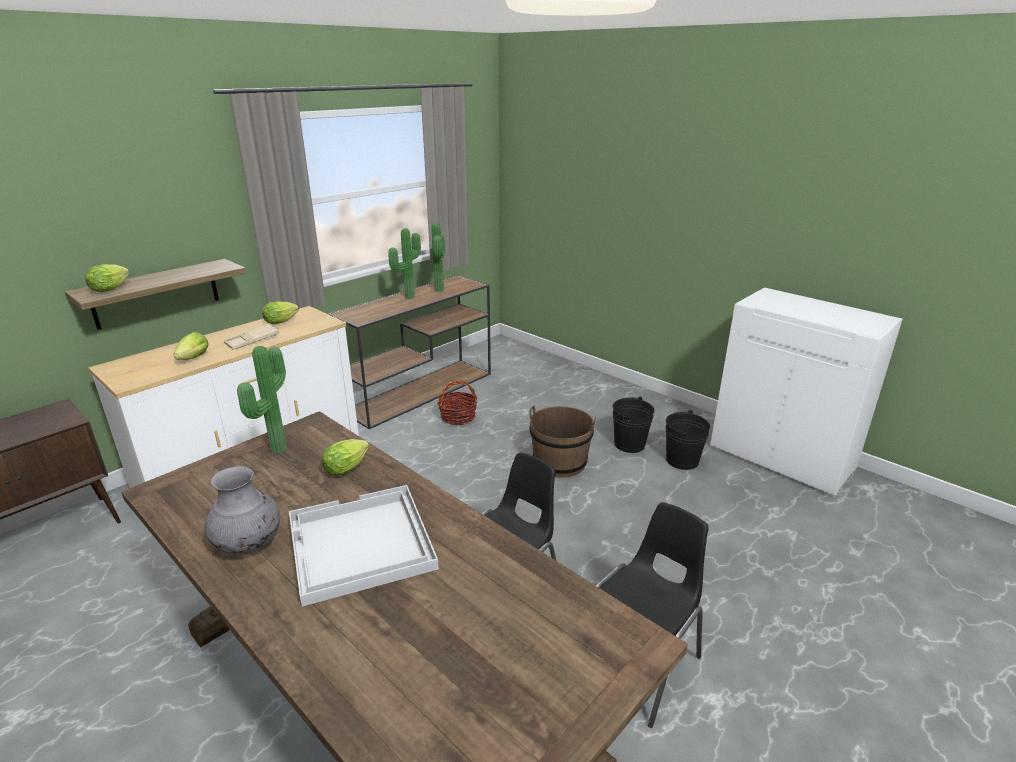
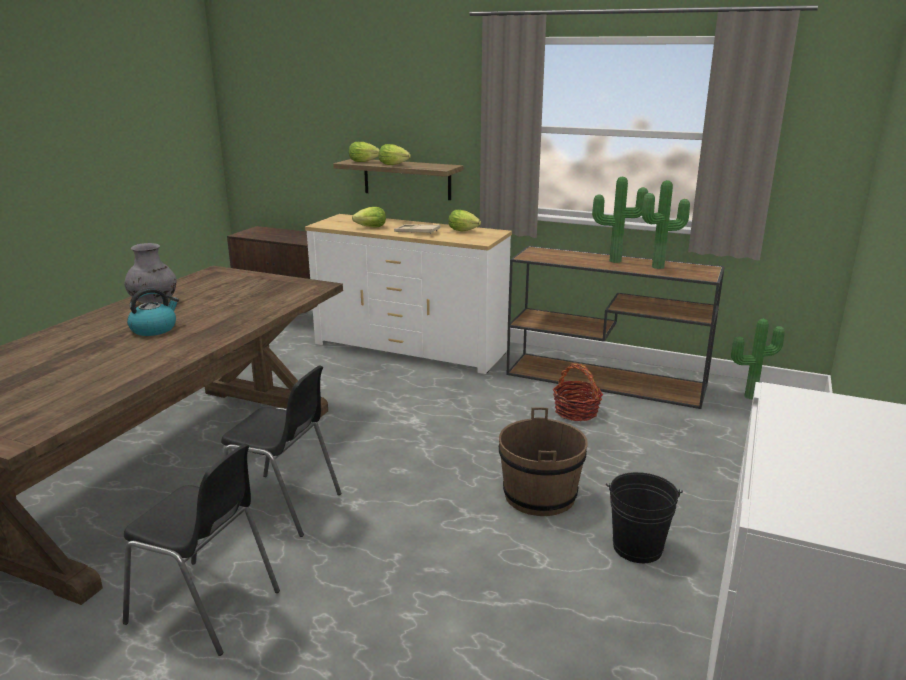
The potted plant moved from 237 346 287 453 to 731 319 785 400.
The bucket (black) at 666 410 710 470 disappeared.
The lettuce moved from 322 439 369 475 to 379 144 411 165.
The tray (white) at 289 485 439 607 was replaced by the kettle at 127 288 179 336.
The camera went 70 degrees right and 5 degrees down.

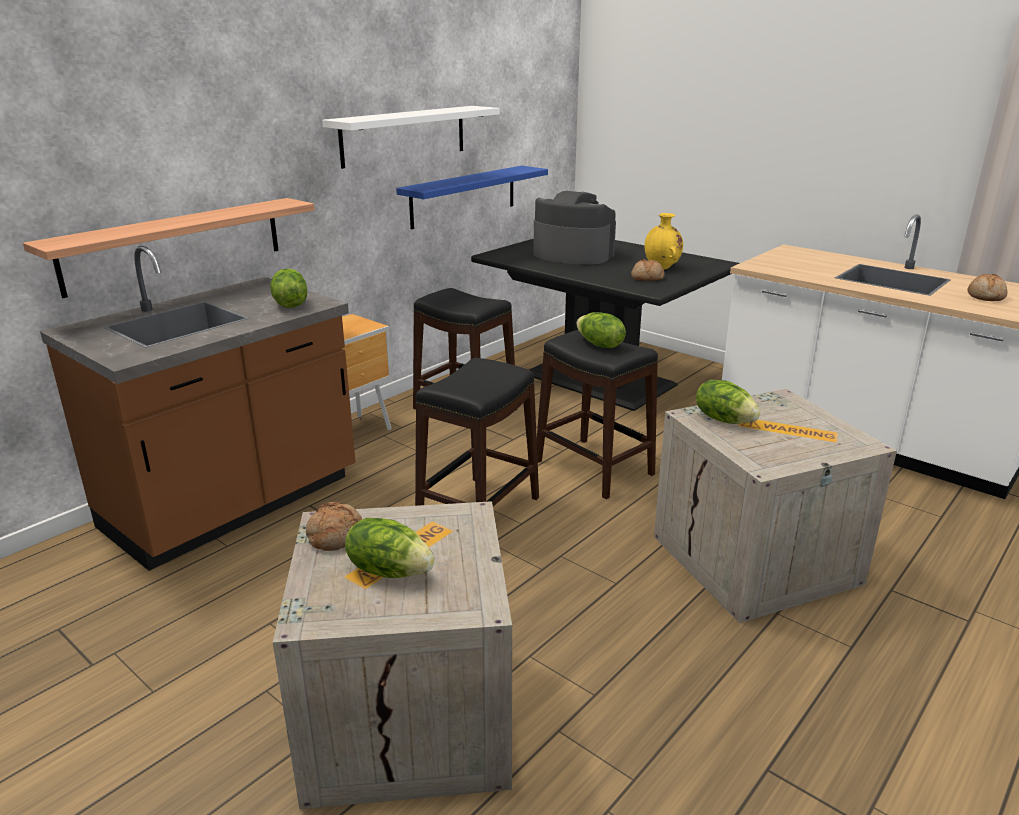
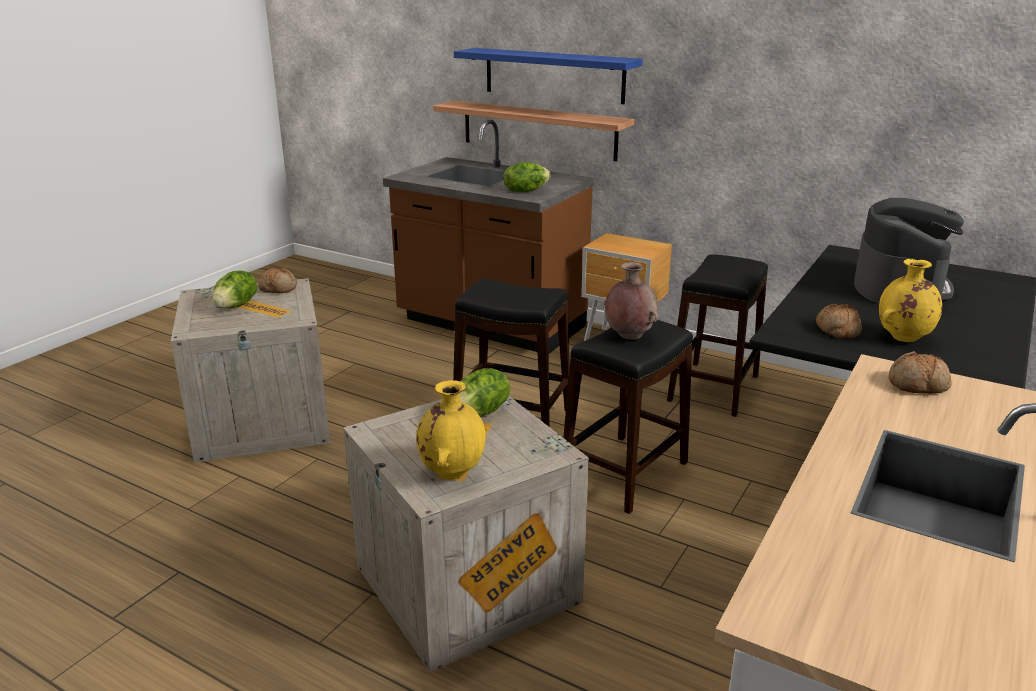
The shelf (white) at 322 106 500 169 disappeared.
The shelf (blue) moved from 396 166 548 229 to 454 48 643 104.
The bread moved from 967 274 1008 301 to 889 351 952 394.
The lettuce at 576 312 626 348 was replaced by the vase (brown) at 604 262 658 340.
The vase (yellow) at 416 380 486 480 appeared.
The camera went 80 degrees right and 0 degrees up.

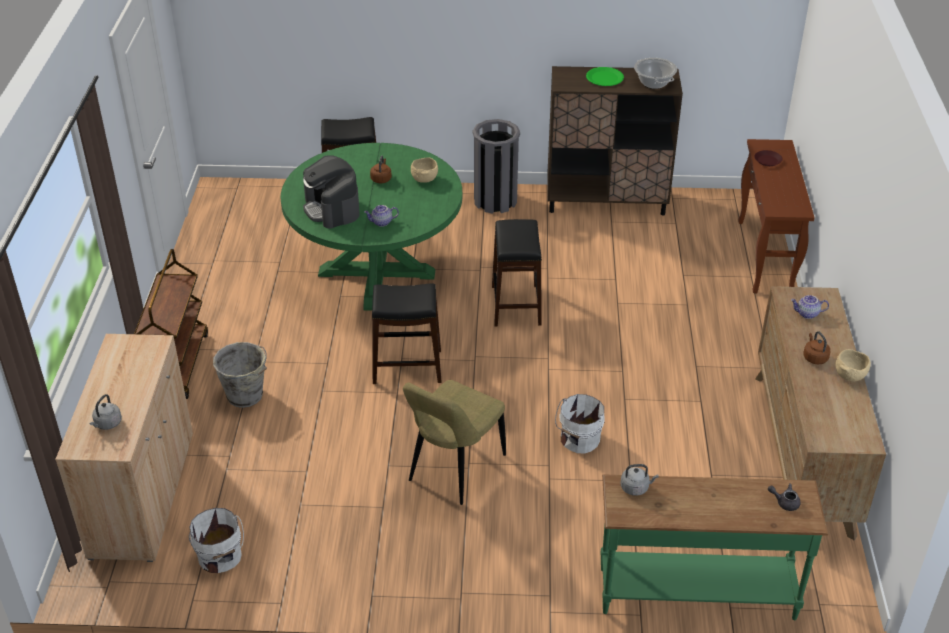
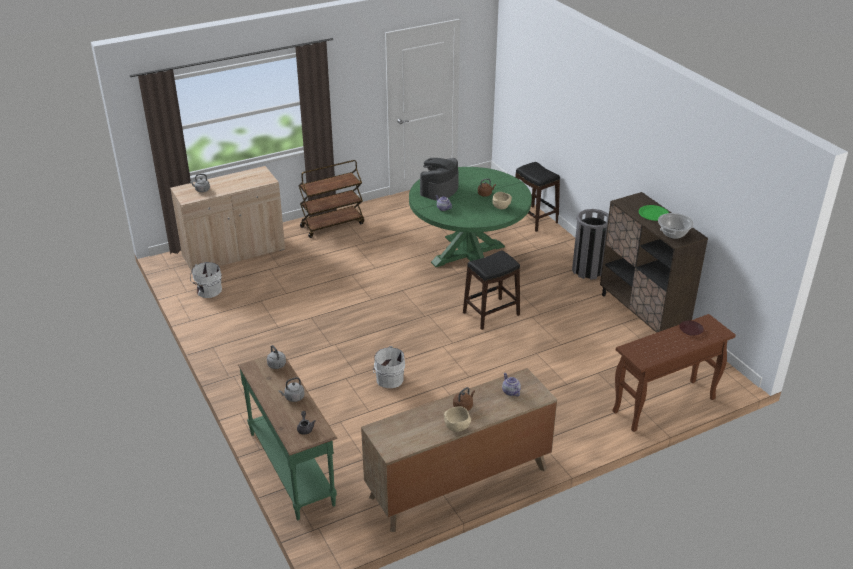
The stool (black) at 372 283 442 384 disappeared.
The bucket (grey) at 213 342 267 408 disappeared.
The chair (beige) at 403 380 506 505 disappeared.
The kettle (grey) at 278 377 305 402 appeared.
The camera went 60 degrees right and 5 degrees down.

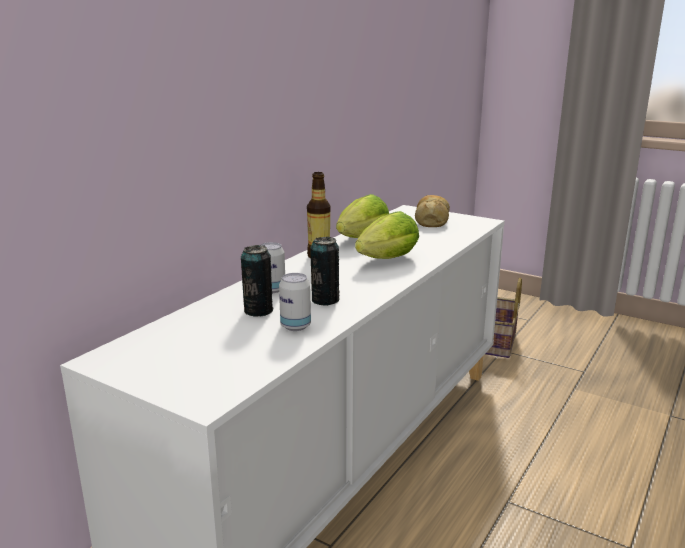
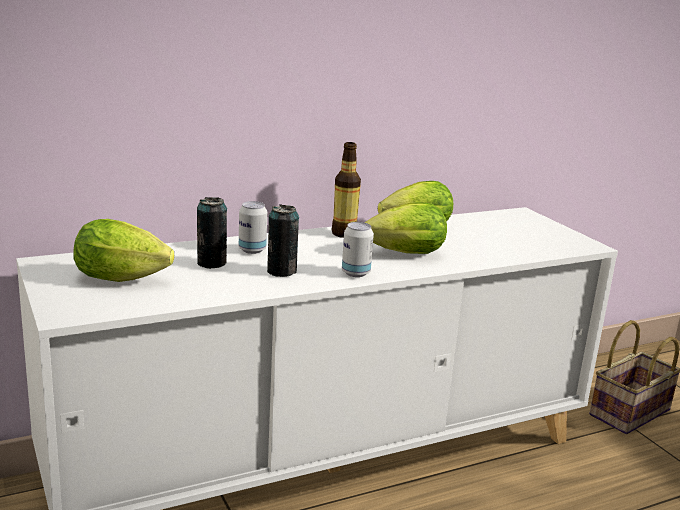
The bread at 415 195 450 227 disappeared.
The can moved from 279 273 311 331 to 342 222 374 277.
The lettuce at 73 219 174 282 appeared.
The camera went 30 degrees right and 0 degrees up.

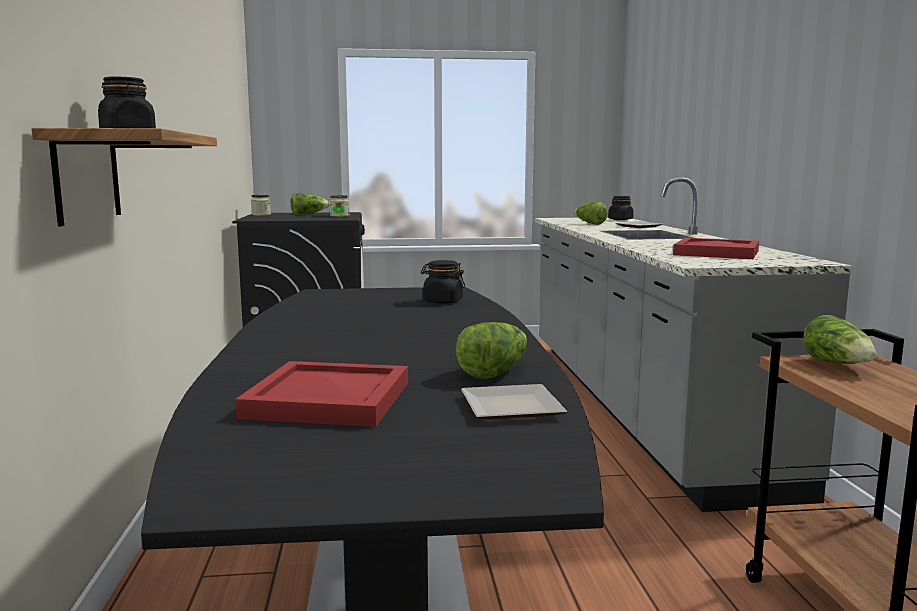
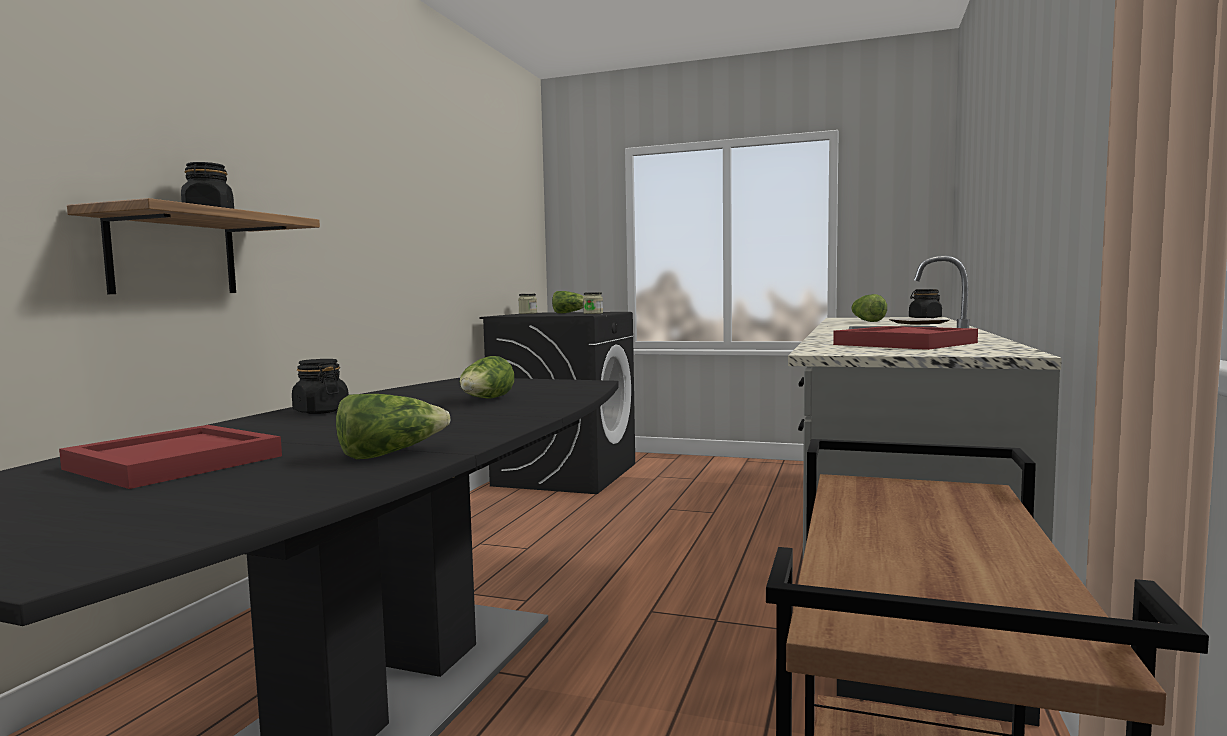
The jar (black) moved from 421 260 465 304 to 292 359 349 414.
The lettuce moved from 803 315 877 364 to 460 356 514 399.
The plate at 461 384 567 420 disappeared.
The camera went 25 degrees right and 5 degrees down.

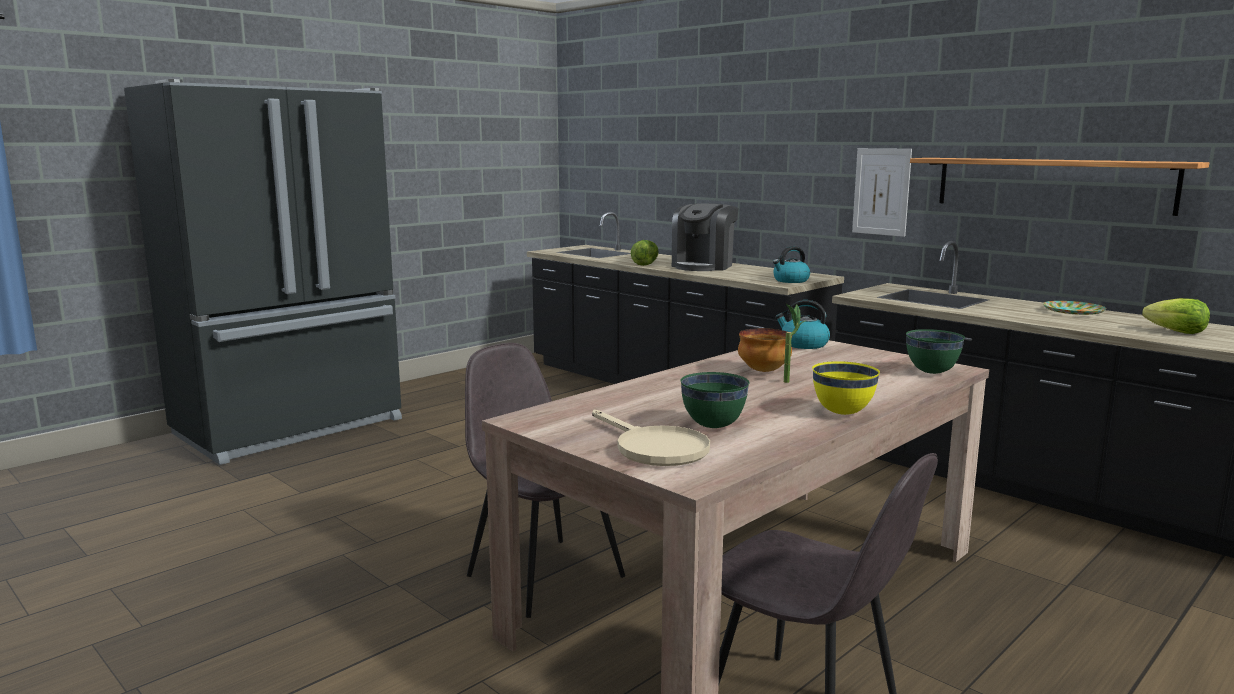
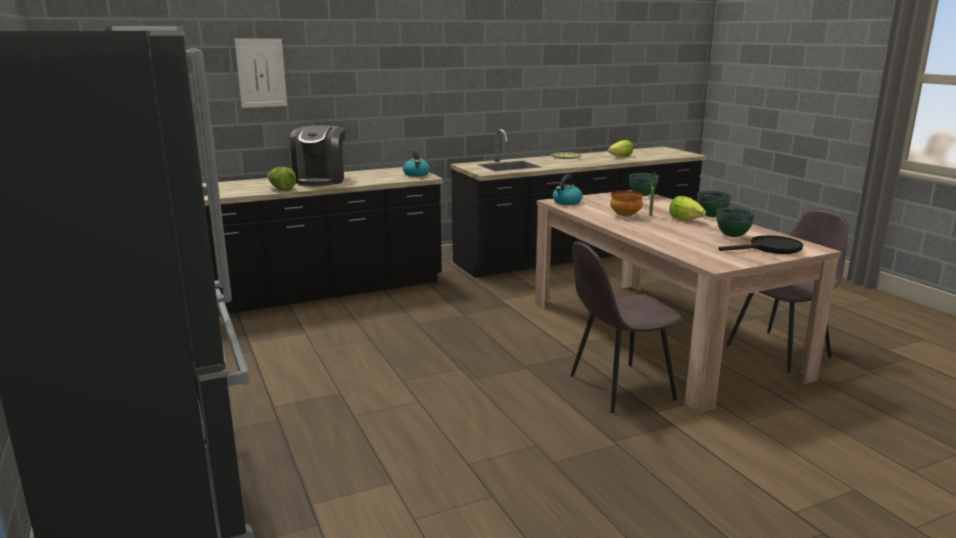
The picture moved from 852 148 912 237 to 235 39 287 108.
The shelf at 910 158 1209 216 disappeared.
The coffee machine at 672 203 739 271 turned 45 degrees clockwise.
The bowl (yellow) at 812 361 880 415 became the bowl (green) at 697 191 732 217.
The frying pan (beige) at 592 410 710 466 became the frying pan (black) at 718 235 803 254.
The lettuce at 669 196 706 220 appeared.
The camera went 70 degrees left and 5 degrees up.

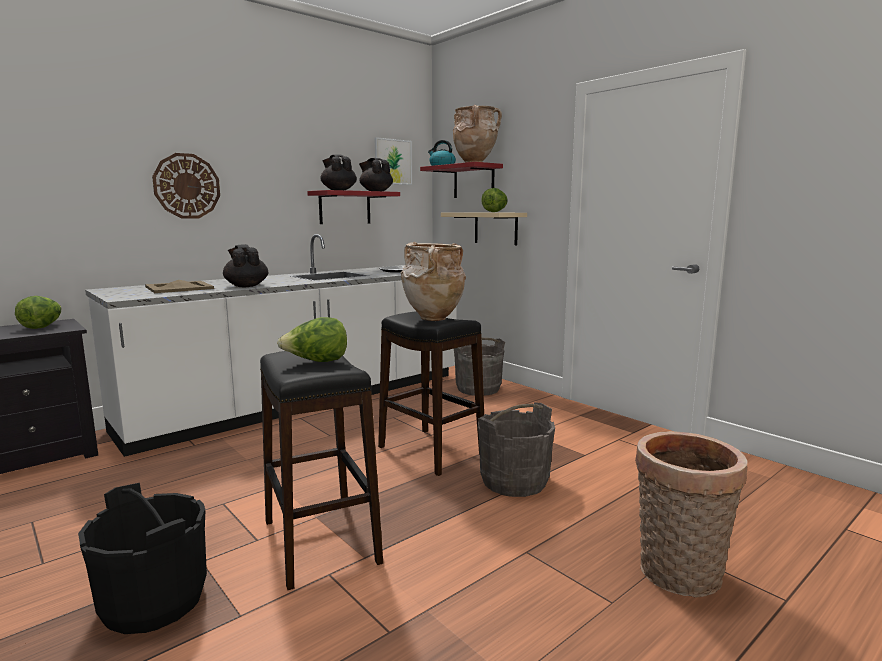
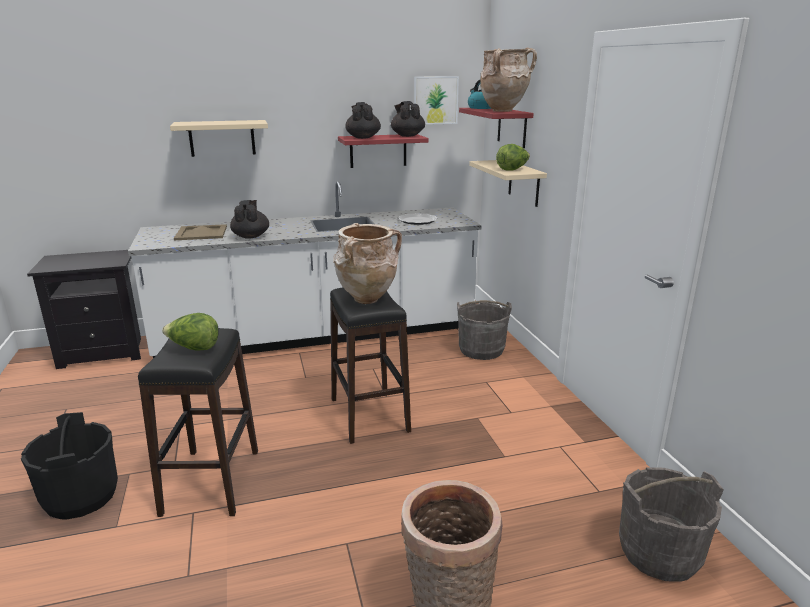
The wall clock at 152 153 220 219 was replaced by the shelf (beige) at 170 120 268 157.
The lettuce at 15 296 61 329 disappeared.
The bucket (grey) moved from 478 403 555 497 to 619 467 724 582.
The camera went 25 degrees right and 10 degrees up.

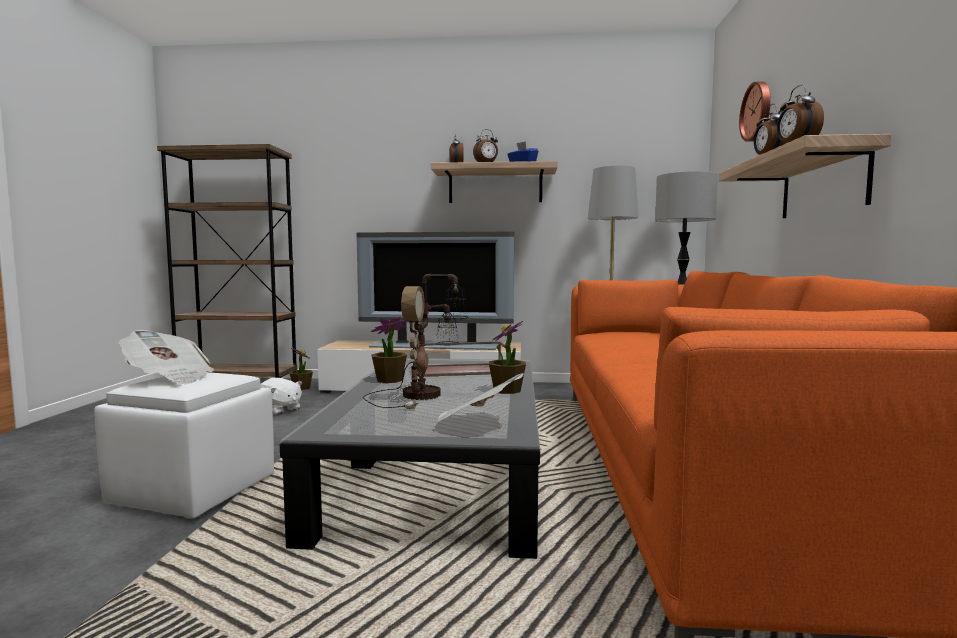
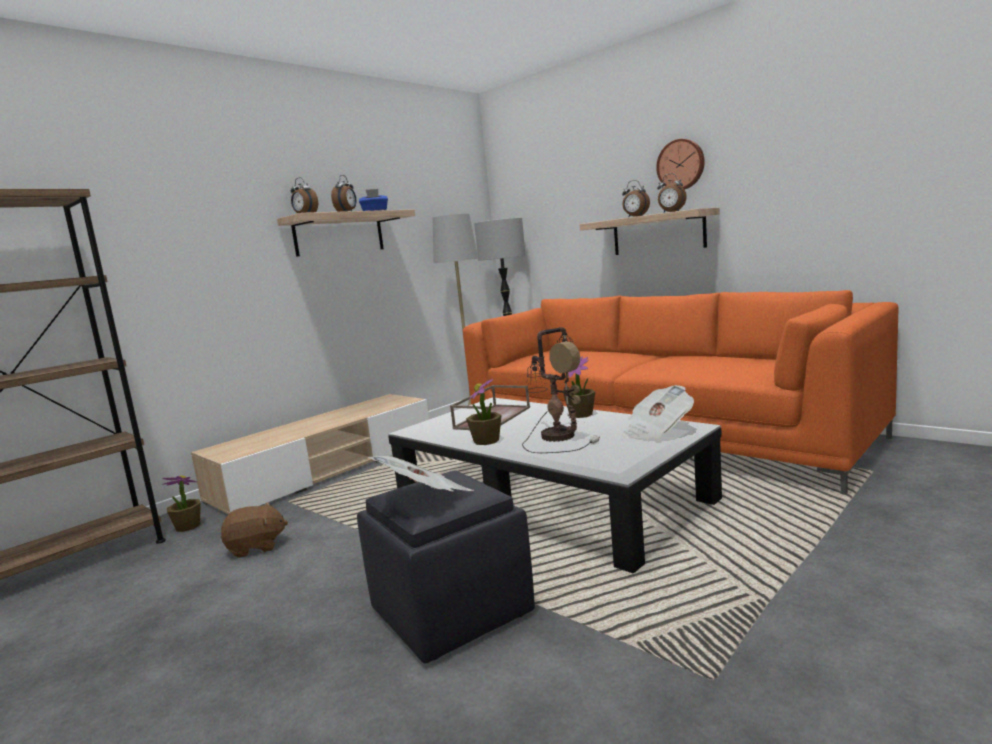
The wall clock moved from 739 81 771 142 to 656 139 705 189.
The television at 356 232 514 350 disappeared.
The ottoman (white) at 94 372 274 519 became the ottoman (black) at 357 470 535 664.
The plush toy (white) at 261 378 302 415 became the plush toy (brown) at 221 502 288 558.
The camera went 50 degrees left and 5 degrees up.

